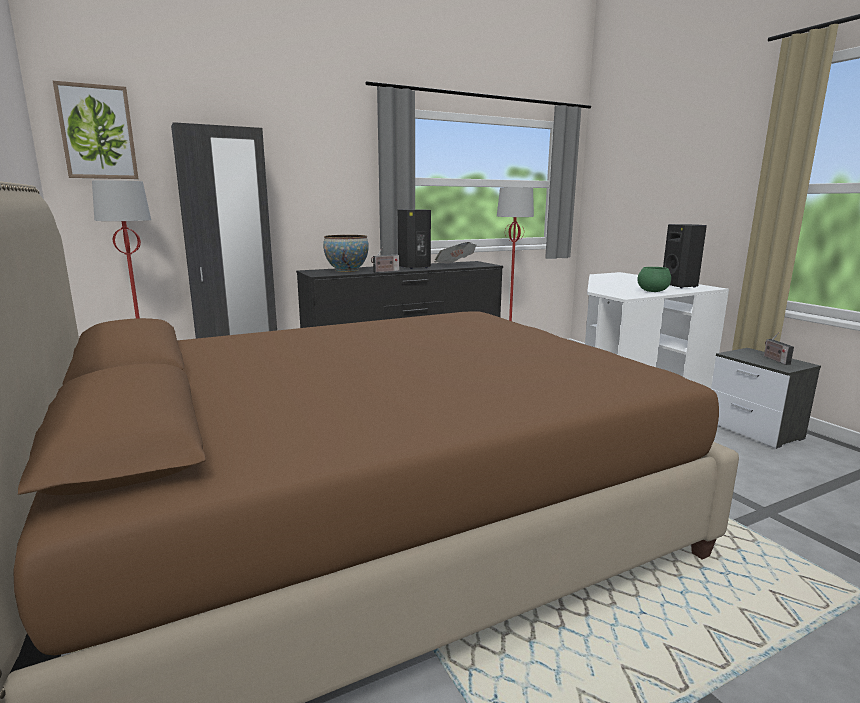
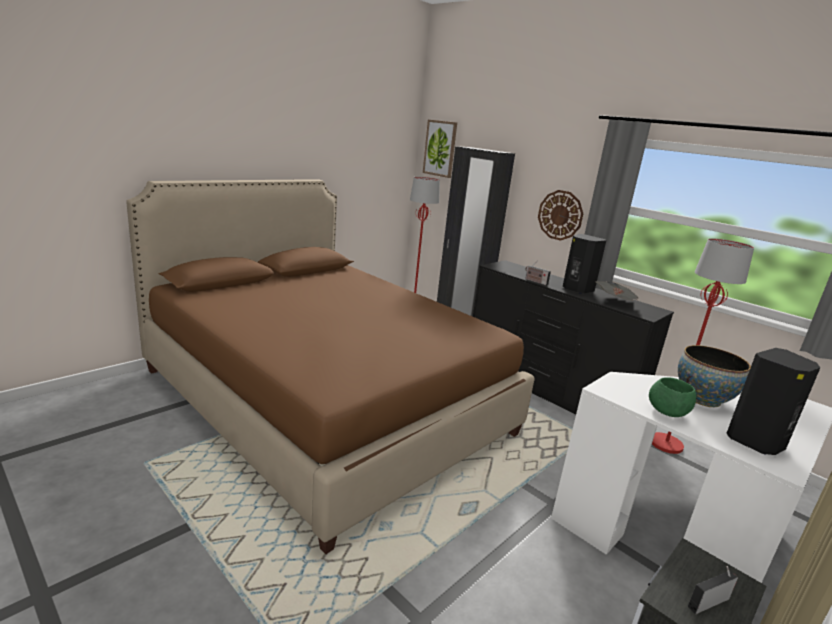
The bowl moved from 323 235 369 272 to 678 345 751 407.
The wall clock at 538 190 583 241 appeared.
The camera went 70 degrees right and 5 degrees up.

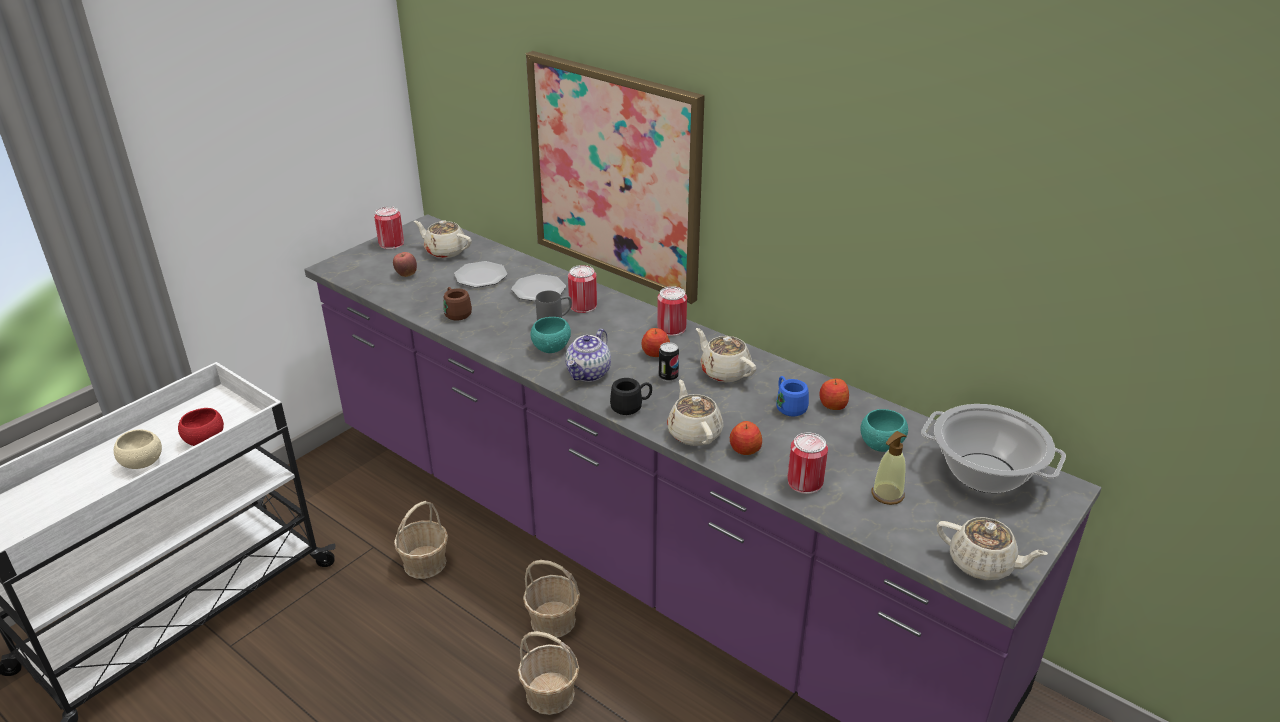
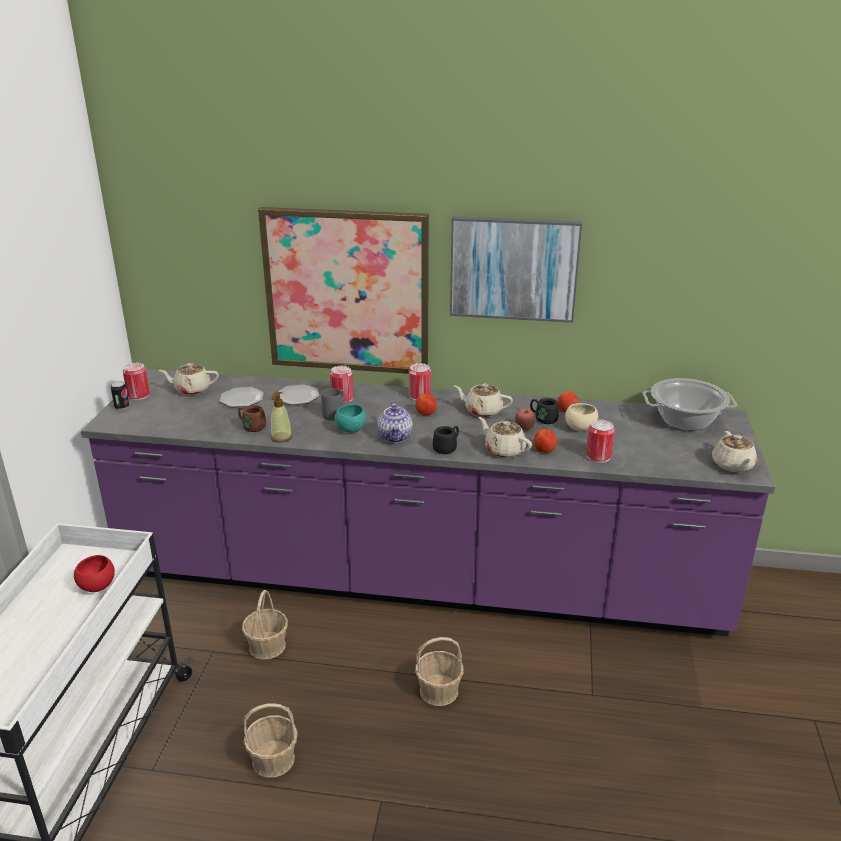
The apple moved from 393 252 417 277 to 515 409 536 431.
The can moved from 659 342 679 382 to 111 381 129 410.
The mug (blue) at 776 376 809 417 became the mug (black) at 530 398 559 424.
The bowl (turquoise) at 860 409 908 452 disappeared.
The bowl (beige) moved from 114 429 162 469 to 565 403 598 432.
The soap dispenser moved from 871 431 906 505 to 271 391 292 443.
The teapot (beige) at 937 517 1048 580 turned 90 degrees clockwise.
The basket moved from 523 560 580 638 to 243 703 298 778.
The picture at 450 216 582 323 appeared.
The camera went 30 degrees left and 5 degrees down.

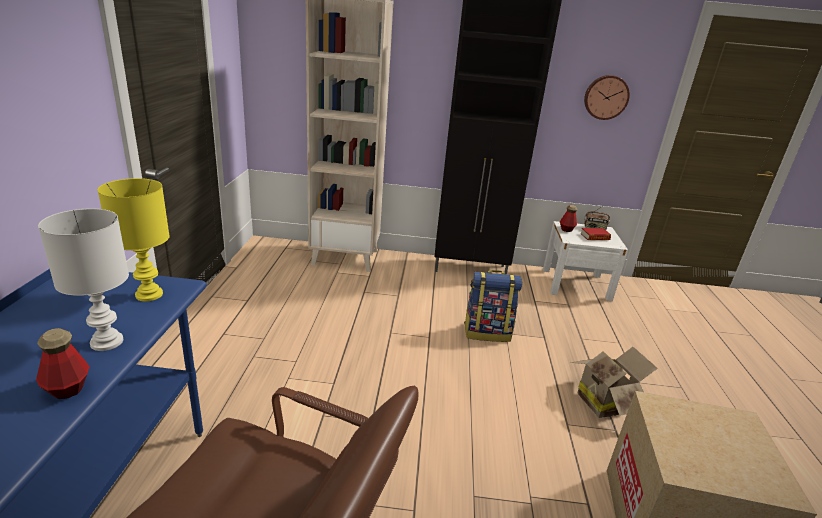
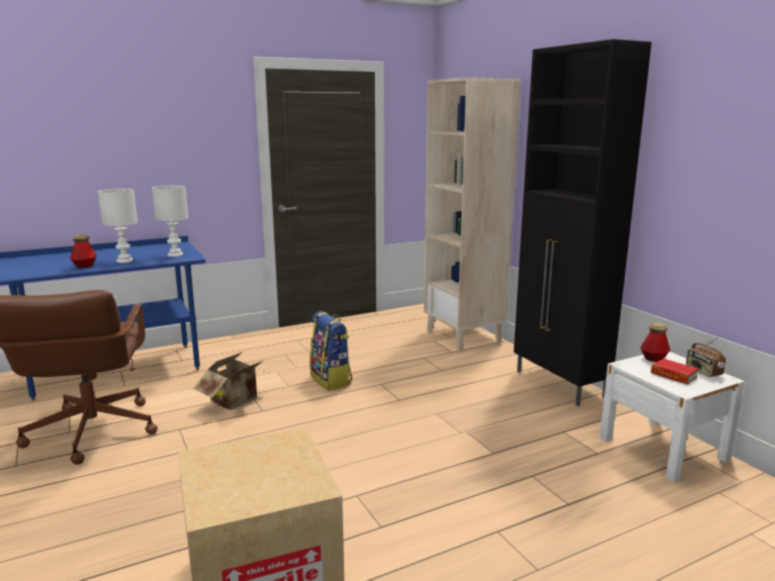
The wall clock at 584 75 630 120 disappeared.
The table lamp (yellow) at 97 178 170 301 became the table lamp (white) at 152 185 188 257.
The backpack moved from 464 270 522 342 to 309 311 352 391.
The cardboard box moved from 570 347 658 418 to 193 352 271 410.
The camera went 60 degrees right and 10 degrees down.

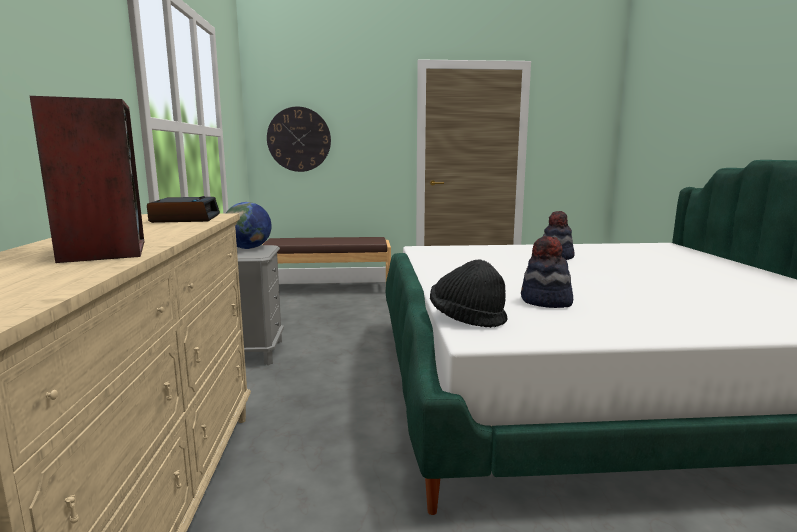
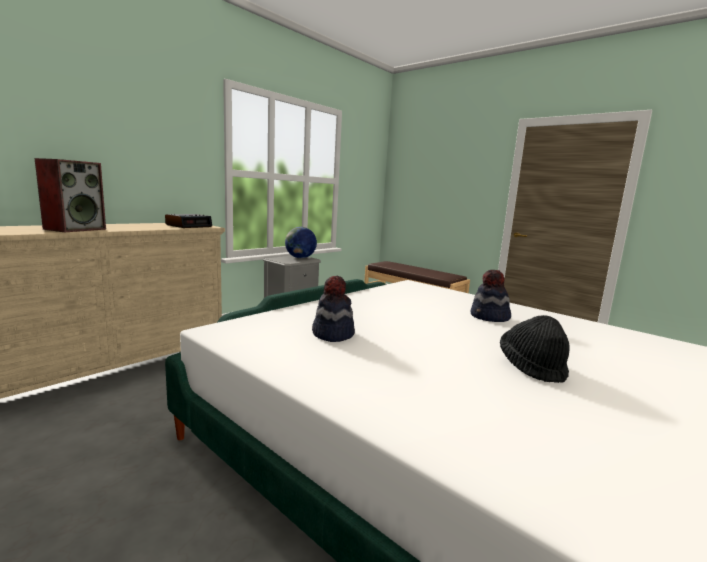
The wall clock at 267 107 331 172 disappeared.
The hat (black) moved from 430 259 508 328 to 500 315 570 383.
The camera went 45 degrees right and 0 degrees up.

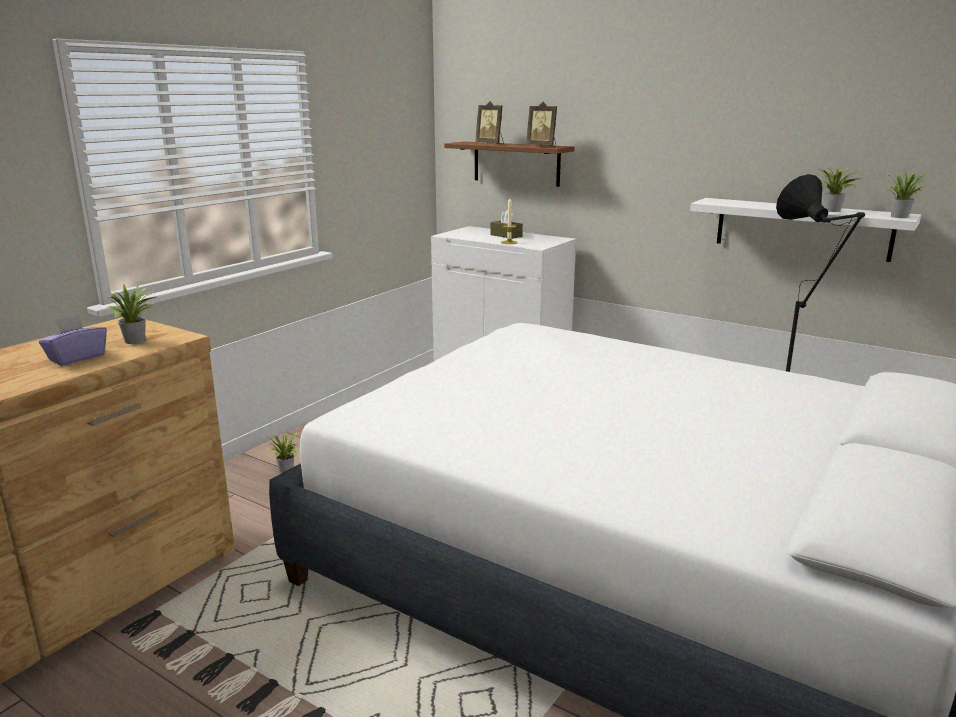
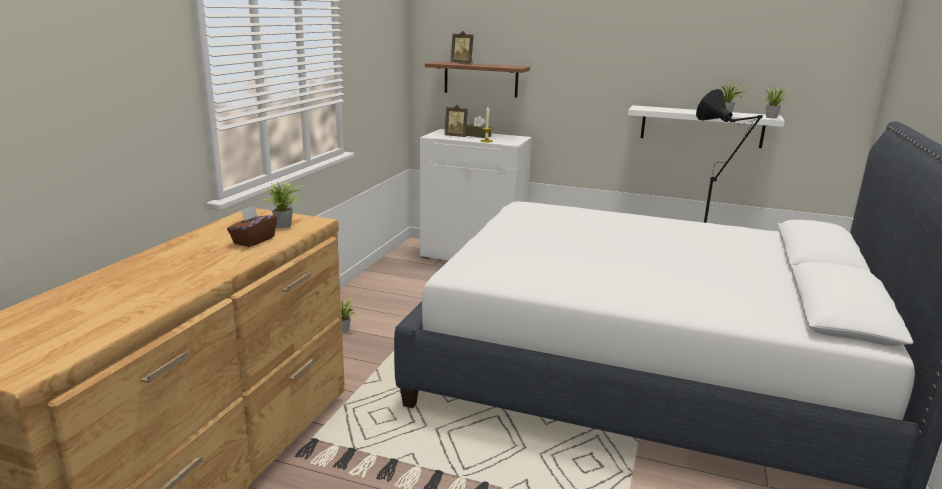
The picture frame moved from 526 102 557 146 to 445 105 468 137.
The tissue box (purple) at 39 314 107 366 became the tissue box (brown) at 227 205 277 247.
The camera went 15 degrees left and 0 degrees up.

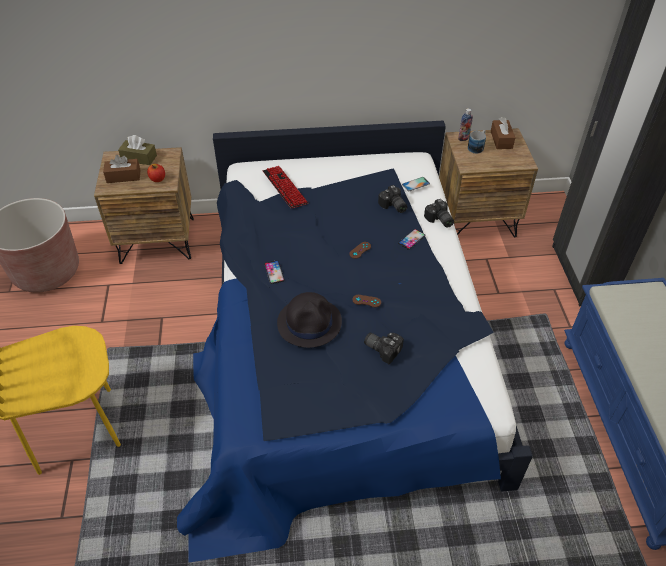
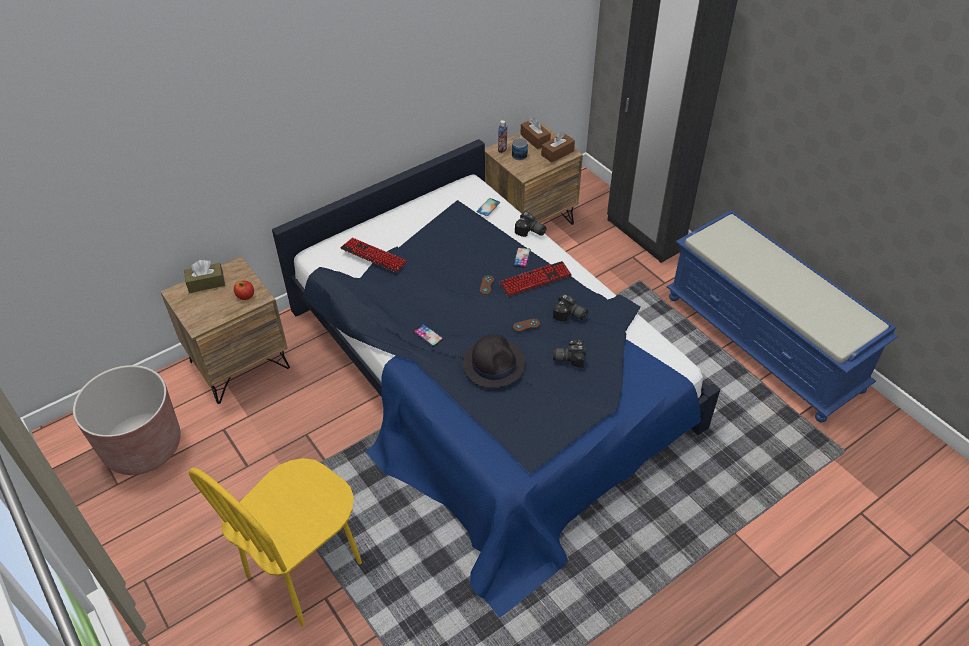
The tissue box (brown) moved from 103 155 140 183 to 541 131 575 163.
The photo camera moved from 378 185 407 213 to 553 294 588 322.
The keyboard at 499 261 572 297 appeared.
The camera went 30 degrees left and 0 degrees up.

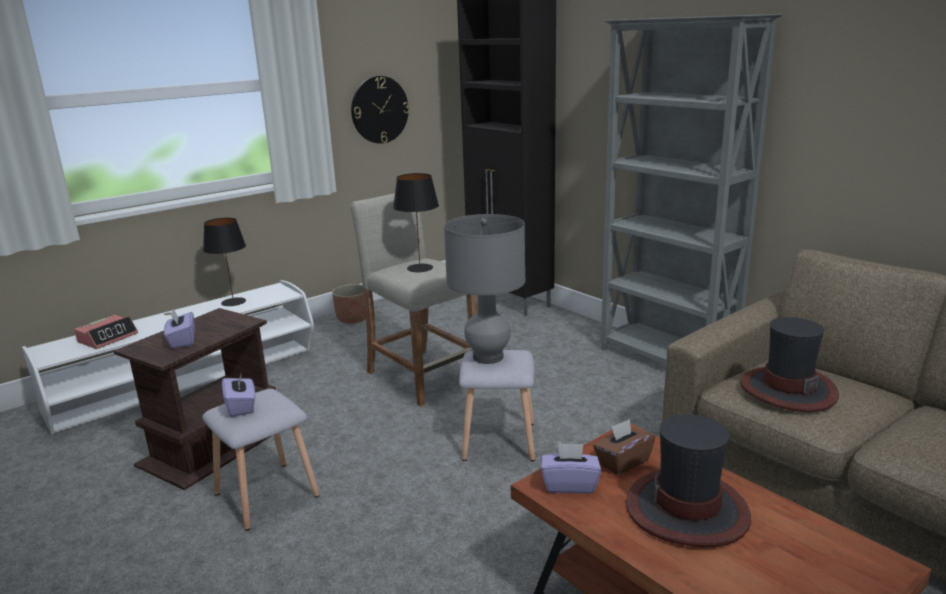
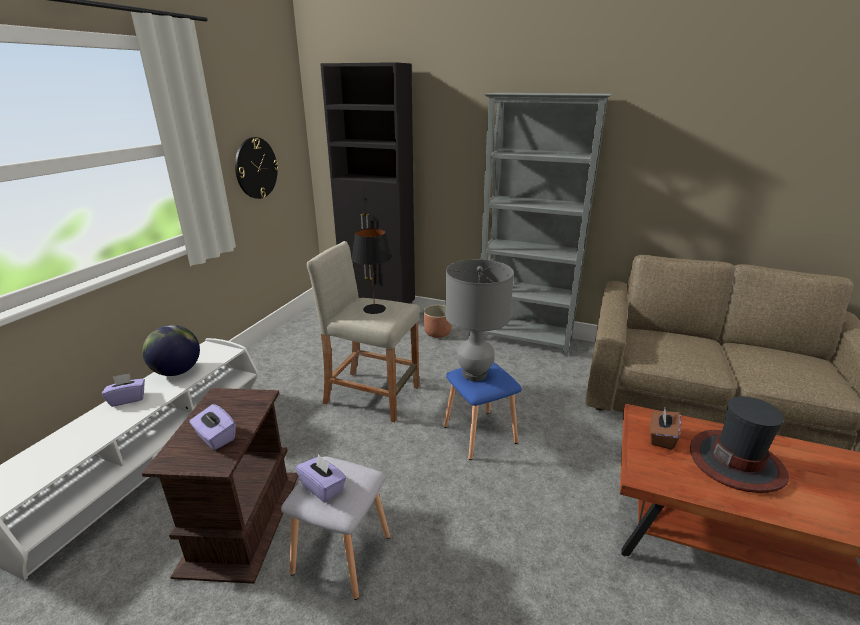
The table lamp (black) at 203 218 246 306 was replaced by the globe at 142 325 200 376.
The planter moved from 332 284 366 324 to 423 305 452 338.
The alarm clock at 74 315 138 349 disappeared.
The hat at 740 317 839 412 disappeared.
The stool (grey) at 459 350 535 461 became the stool (blue) at 444 362 522 460.
The tissue box (purple) moved from 541 443 601 494 to 102 373 145 407.
The camera went 30 degrees left and 5 degrees up.

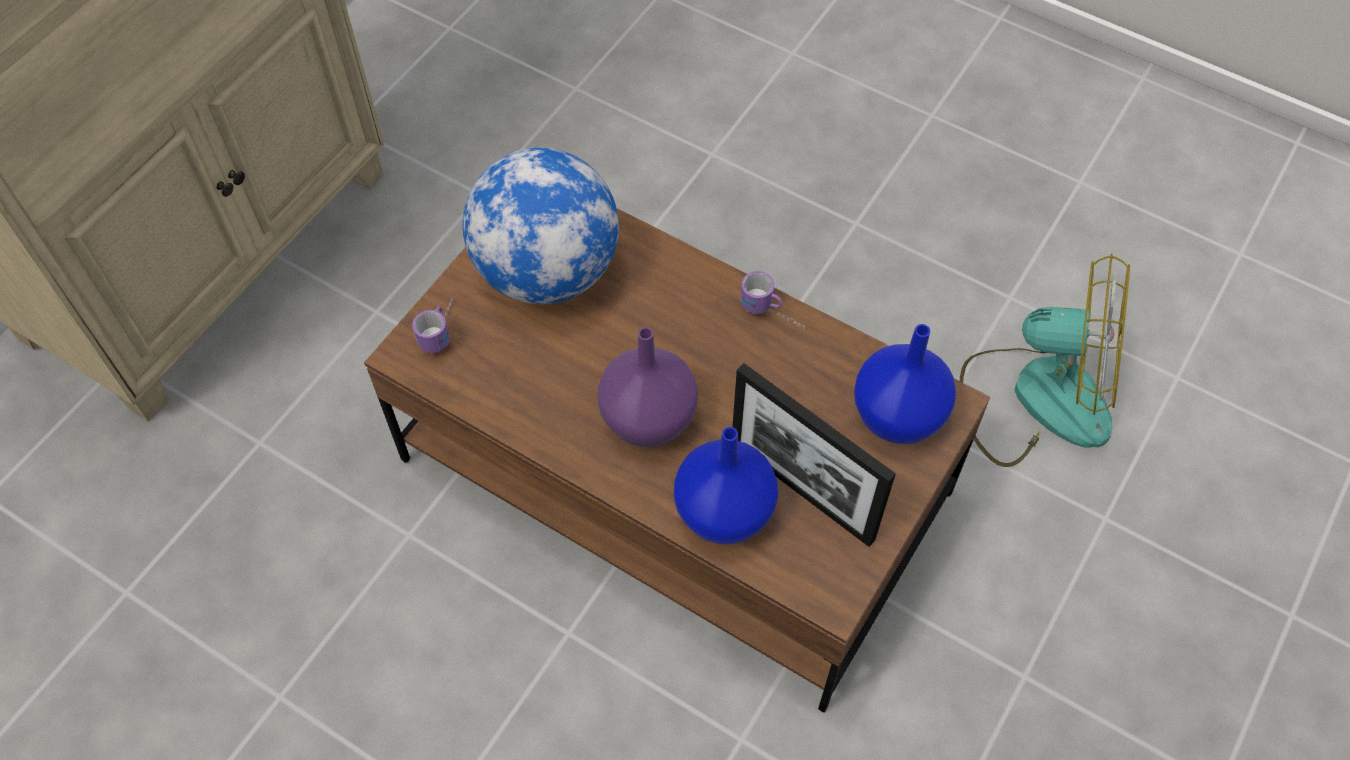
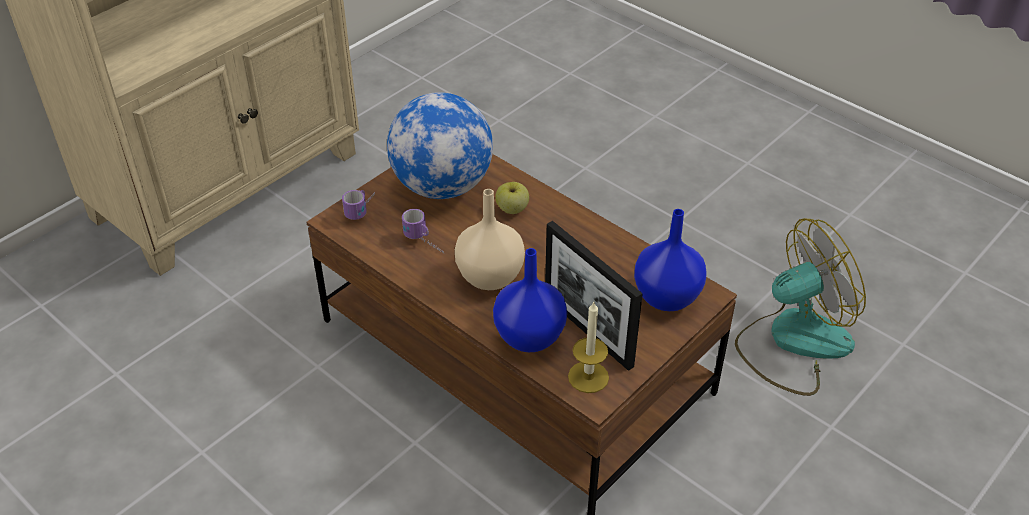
The fan at 959 254 1130 467 turned 45 degrees counterclockwise.
The mug moved from 741 271 805 329 to 402 209 444 254.
The vase (purple) at 597 327 698 447 became the vase (beige) at 455 189 525 290.
The apple at 495 182 529 214 appeared.
The candle at 568 302 609 393 appeared.
The camera went 10 degrees right and 15 degrees down.

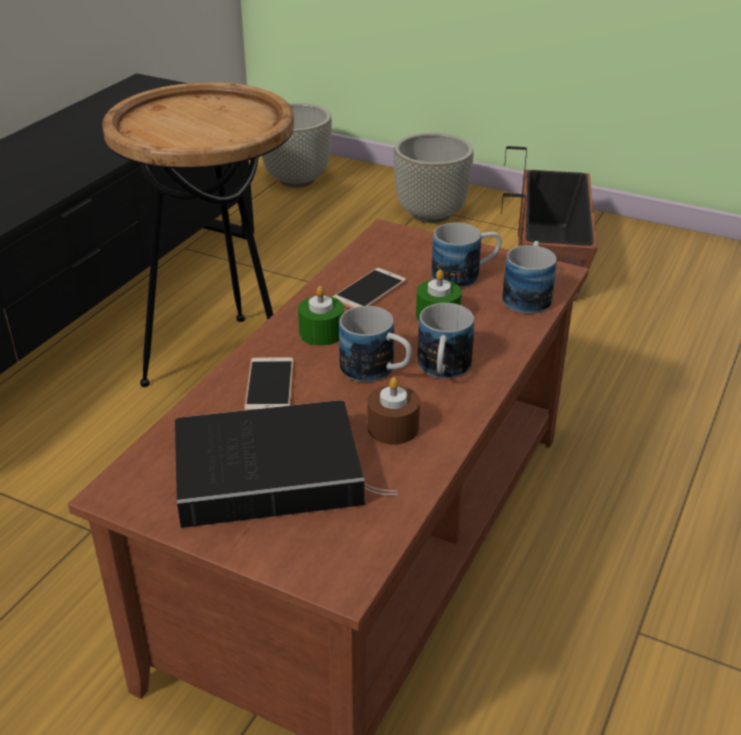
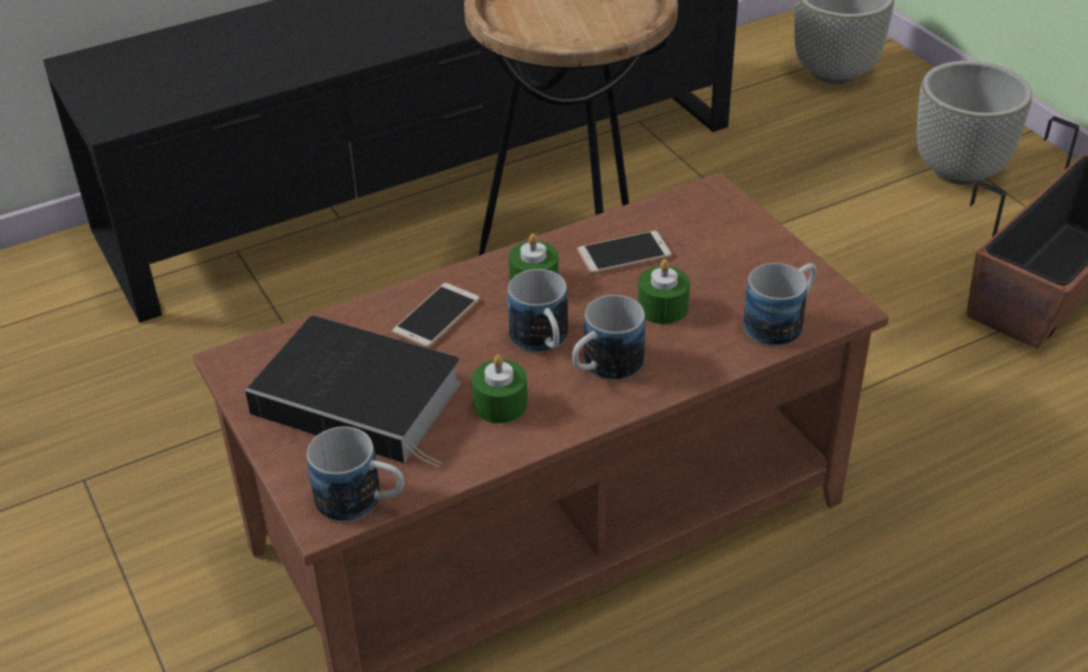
The mug moved from 432 222 502 288 to 307 427 404 522.
The candle (brown) at 367 377 420 444 became the candle (green) at 472 354 528 423.
The camera went 35 degrees right and 5 degrees up.

